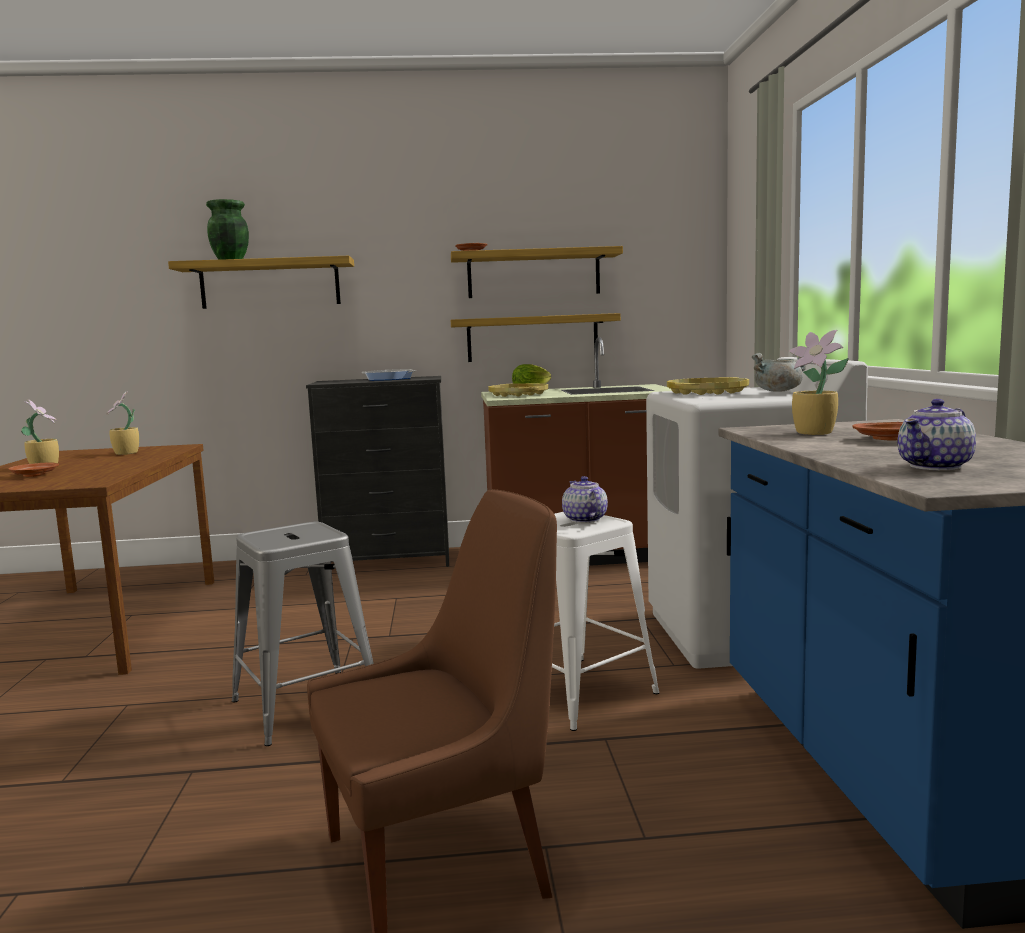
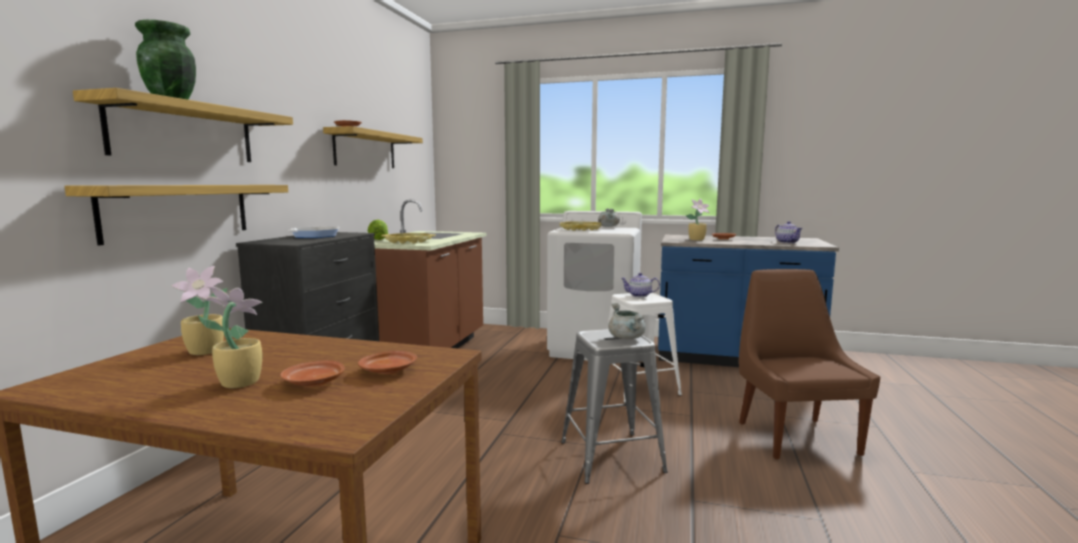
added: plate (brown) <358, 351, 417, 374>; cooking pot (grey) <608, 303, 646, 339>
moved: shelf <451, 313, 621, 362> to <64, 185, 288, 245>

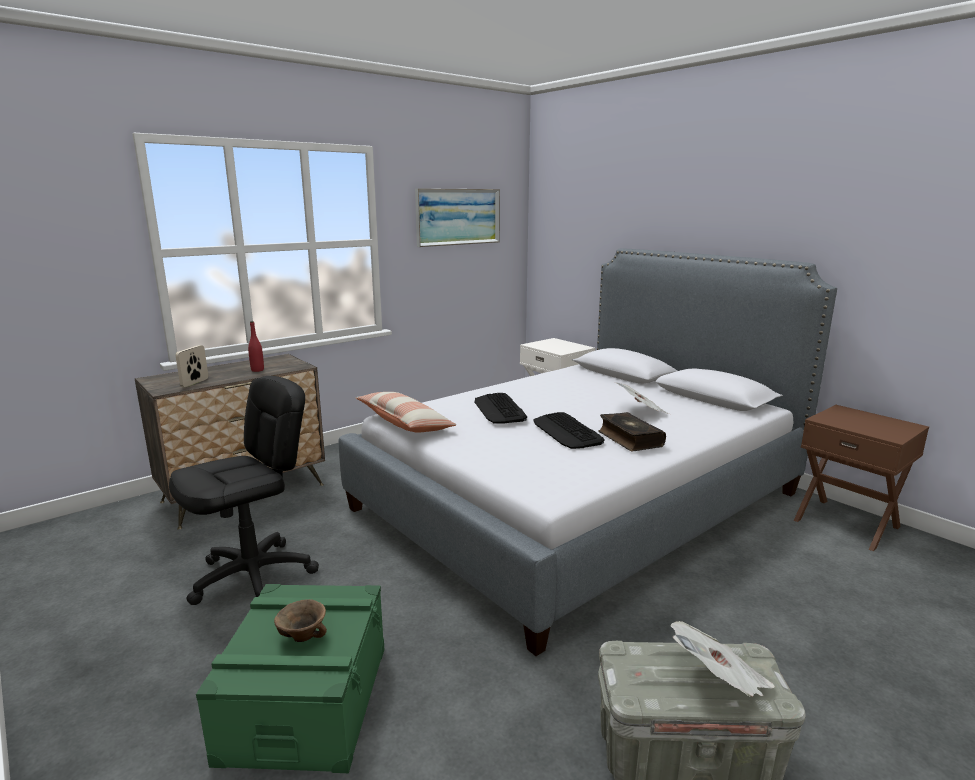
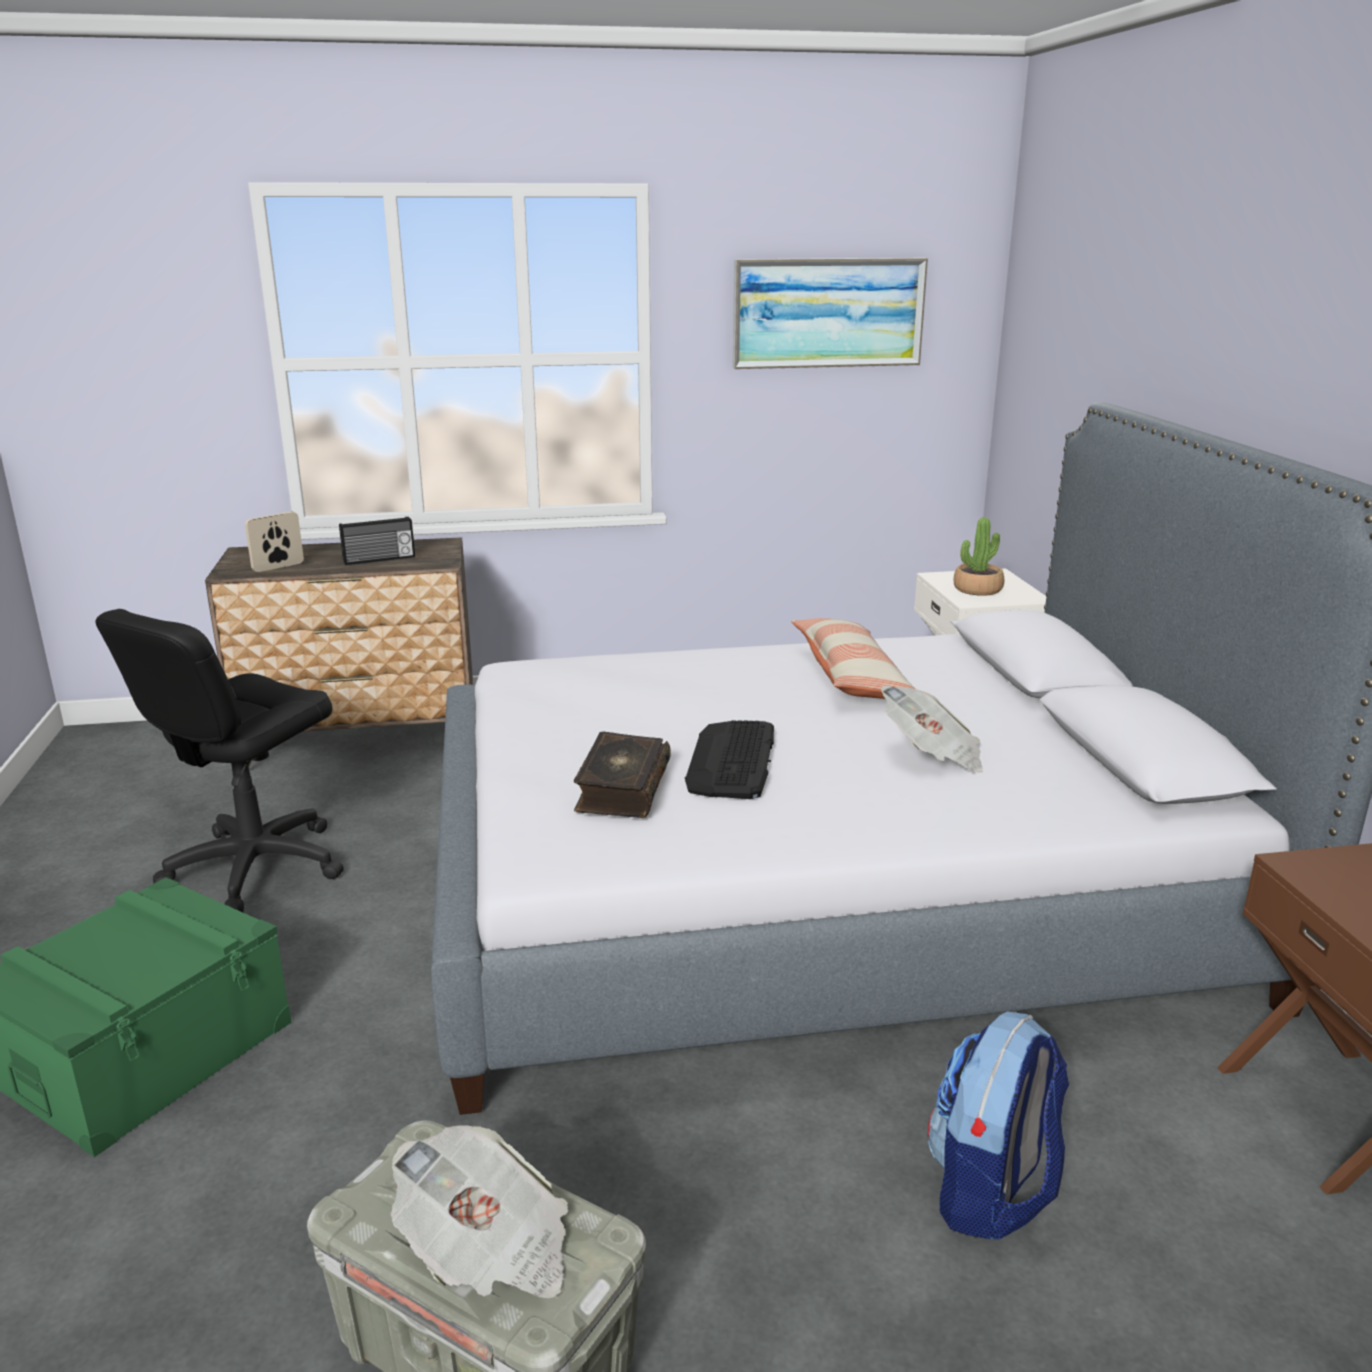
removed: bowl (brown) <274, 599, 327, 642>; keyboard <475, 393, 527, 423>
added: backpack <928, 1012, 1069, 1240>; potted plant <954, 517, 1004, 596>
moved: book <598, 412, 666, 451> to <574, 731, 671, 818>; pillow <356, 392, 456, 433> to <791, 618, 915, 699>
replaced: bottle (red) <248, 321, 264, 372> to radio <339, 517, 415, 565>
turned: office chair (black) <169, 376, 319, 605> = <95, 609, 344, 912> 135 degrees clockwise

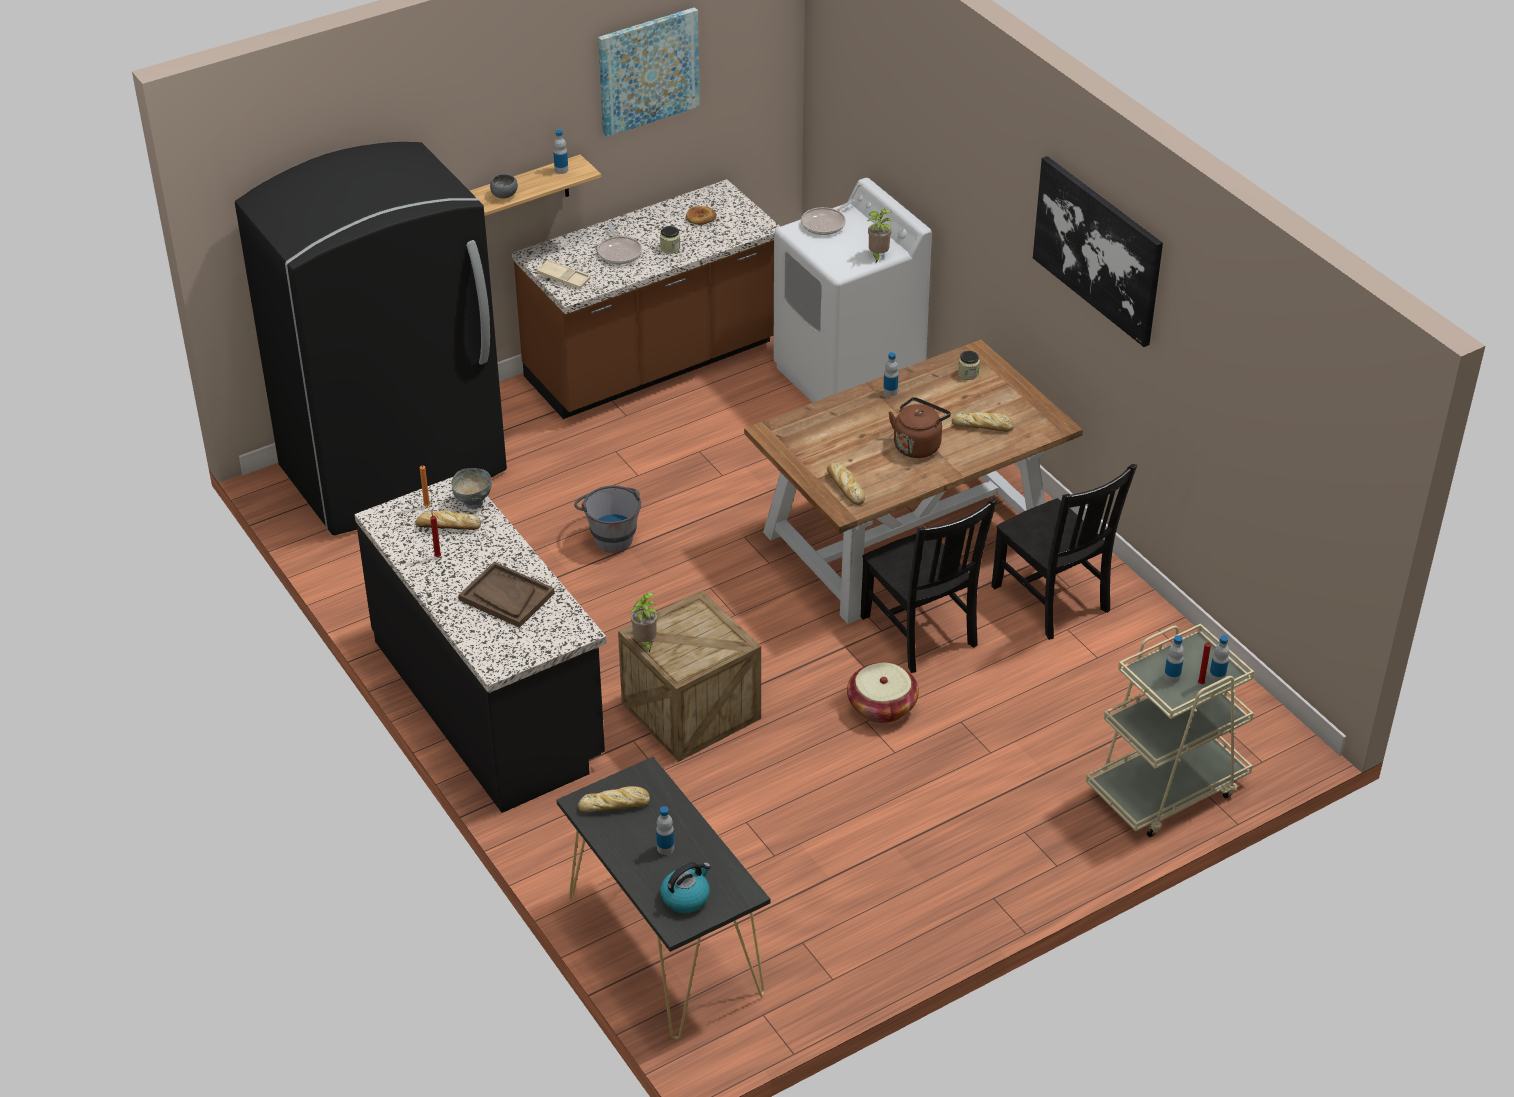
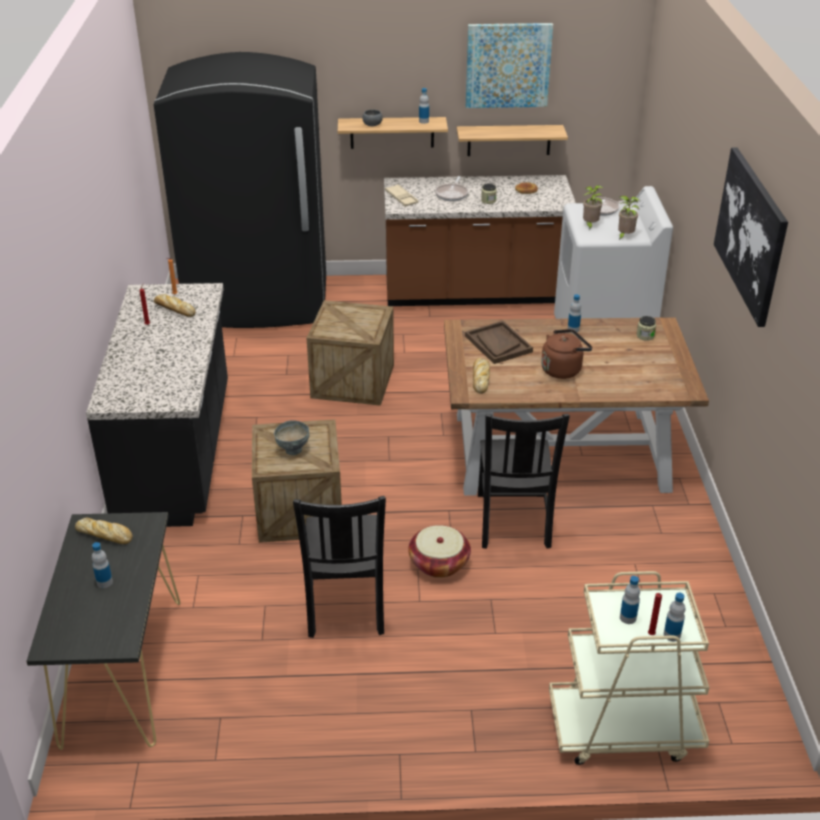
removed: kettle <661, 862, 711, 913>; bread <952, 411, 1013, 431>
added: shelf <457, 125, 568, 156>
moved: bowl (grey) <451, 468, 492, 509> to <274, 420, 310, 455>; chair (black) <991, 464, 1137, 640> to <293, 496, 386, 638>; tray (brown) <458, 562, 555, 628> to <465, 321, 533, 364>; potted plant <631, 593, 658, 653> to <583, 185, 603, 230>
replaced: bucket (grey) <574, 486, 641, 553> to crate <307, 300, 394, 406>

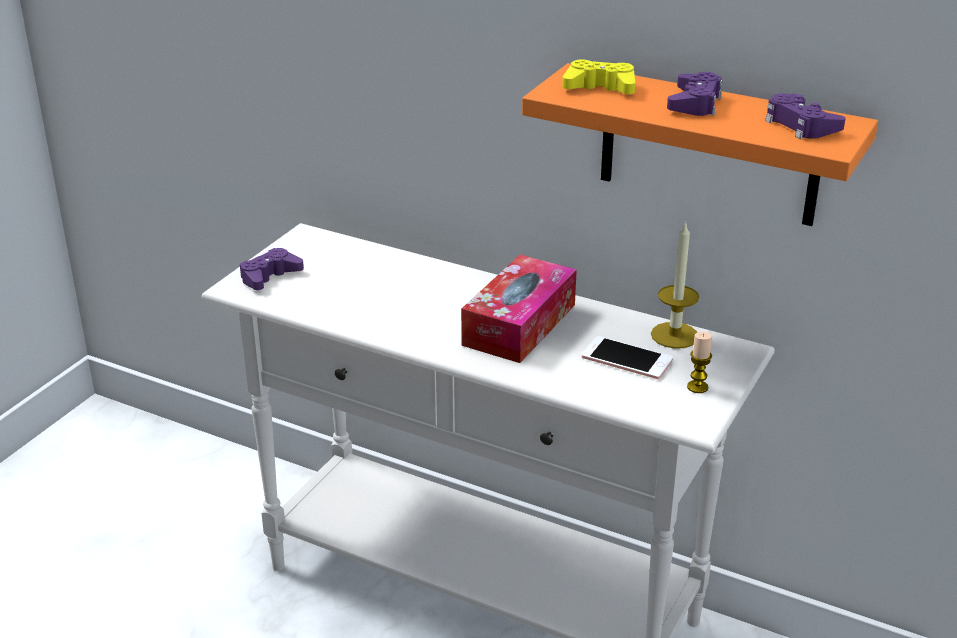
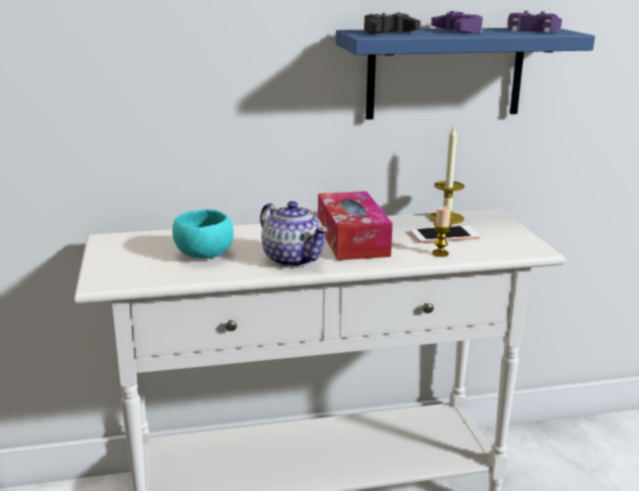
removed: game controller (purple) <240, 248, 304, 290>
added: bowl (turquoise) <172, 209, 233, 259>; teapot <260, 201, 328, 268>
moved: candle <687, 332, 712, 393> to <432, 206, 451, 257>
recoloured: shelf (orange) <522, 63, 878, 226> to shelf (blue) <336, 28, 595, 120>; game controller (yellow) <562, 59, 635, 94> to game controller (black) <364, 12, 421, 33>

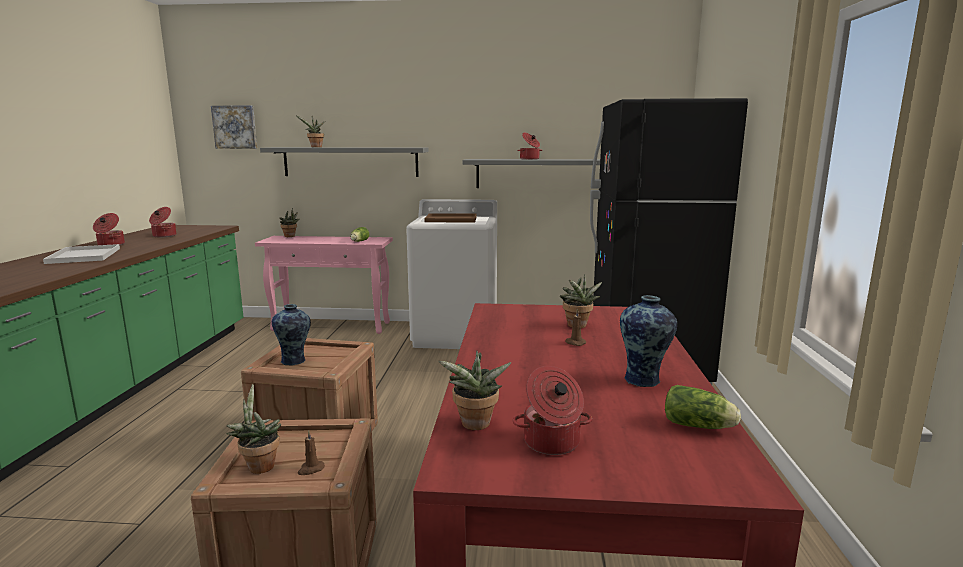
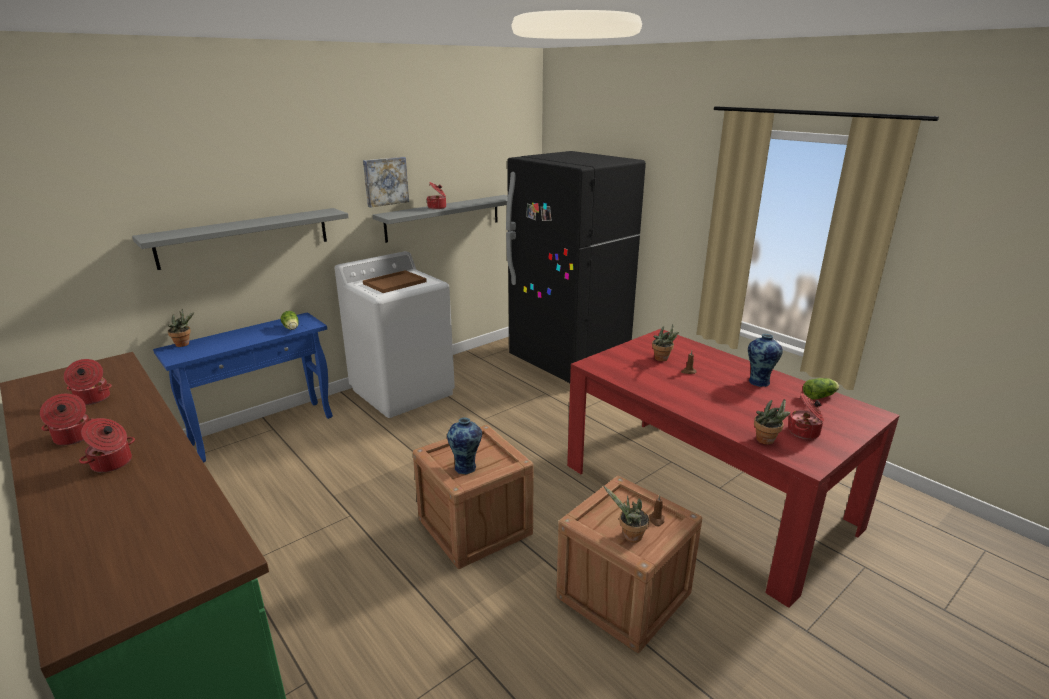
removed: potted plant <296, 115, 325, 147>
moved: picture <211, 105, 257, 149> to <363, 157, 409, 208>
replaced: tray (white) <43, 244, 120, 264> to cooking pot <79, 418, 135, 472>
recoloured: console table (pink) <255, 236, 393, 334> to console table (blue) <153, 312, 333, 463>

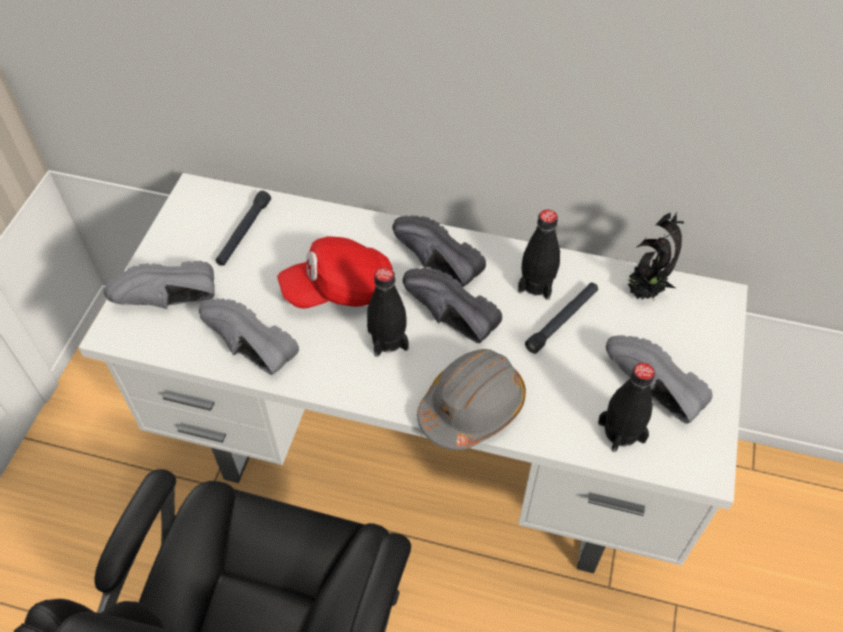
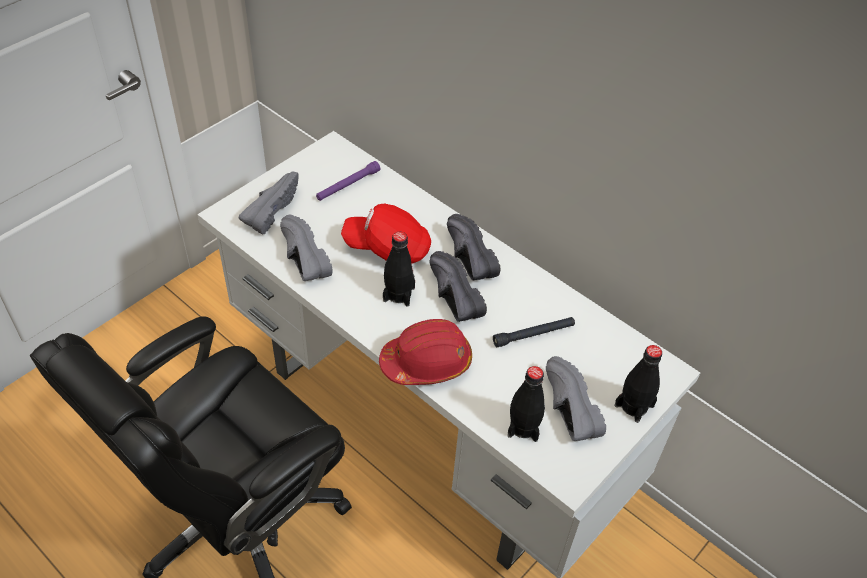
removed: potted plant <628, 212, 684, 300>
moved: bottle (black) <518, 210, 560, 300> to <614, 345, 662, 423>
recoloured: flashlight (black) <216, 190, 271, 266> to flashlight (purple) <316, 161, 380, 201>; hard hat (grey) <417, 349, 526, 450> to hard hat (red) <379, 319, 472, 385>
turned: shoe (grey) <104, 261, 215, 309> = <239, 172, 298, 234> 105 degrees clockwise

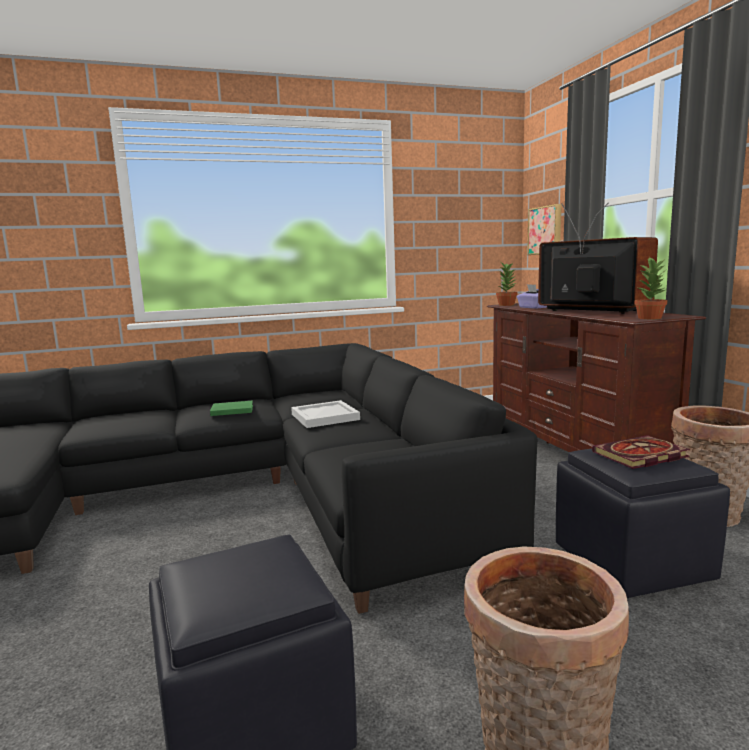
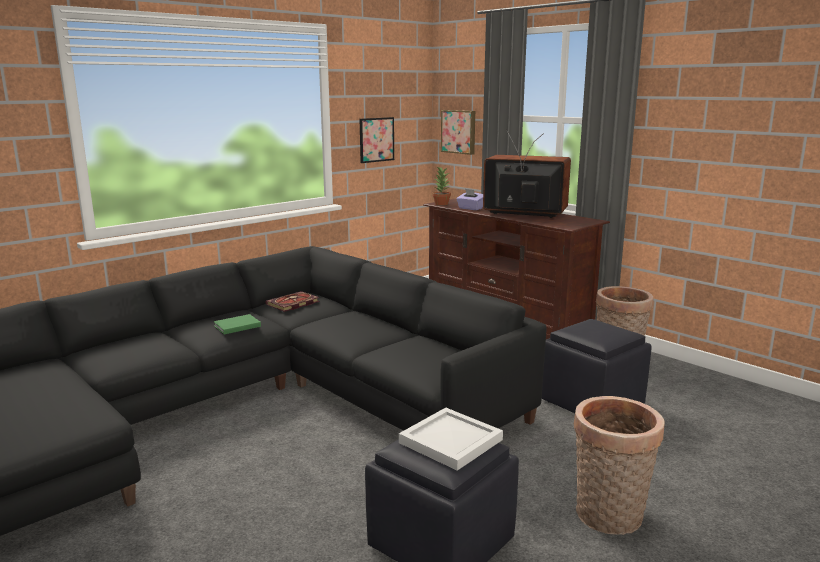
removed: potted plant <635, 257, 668, 319>
added: picture <360, 117, 394, 163>
moved: book <592, 435, 690, 469> to <265, 291, 320, 312>; tray (white) <291, 400, 360, 428> to <399, 408, 503, 471>

